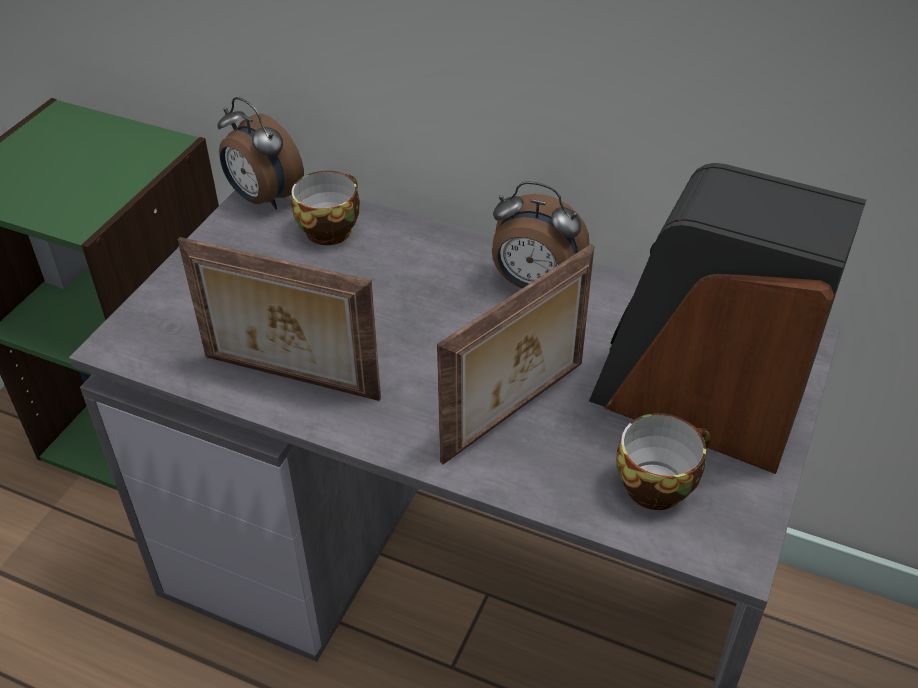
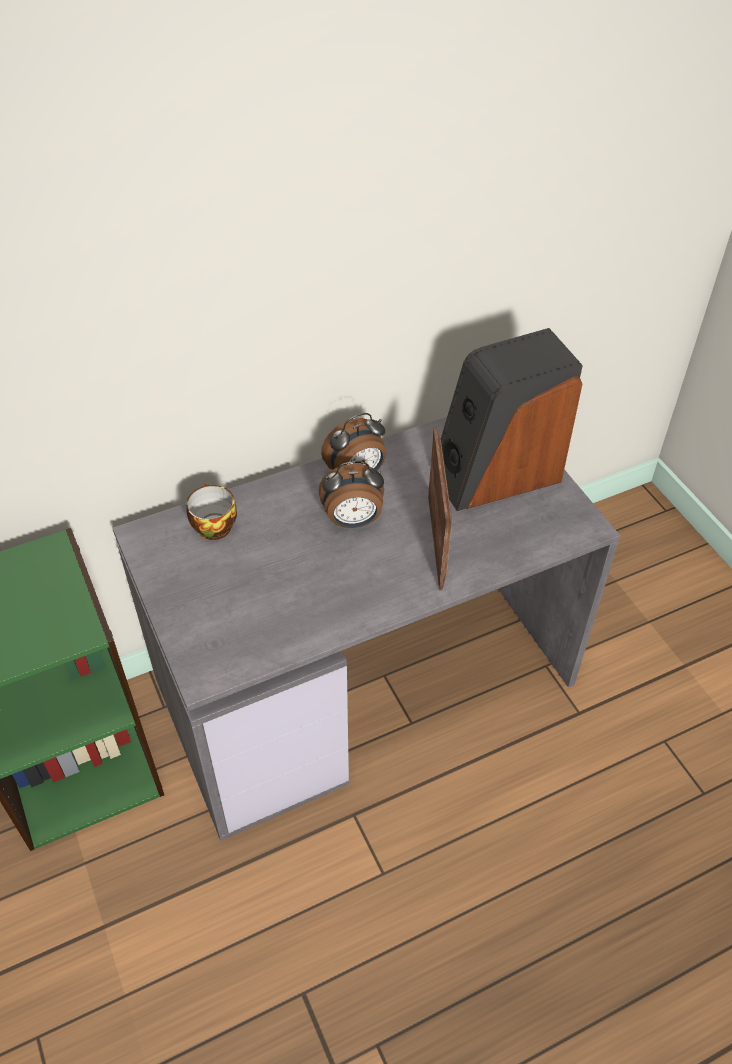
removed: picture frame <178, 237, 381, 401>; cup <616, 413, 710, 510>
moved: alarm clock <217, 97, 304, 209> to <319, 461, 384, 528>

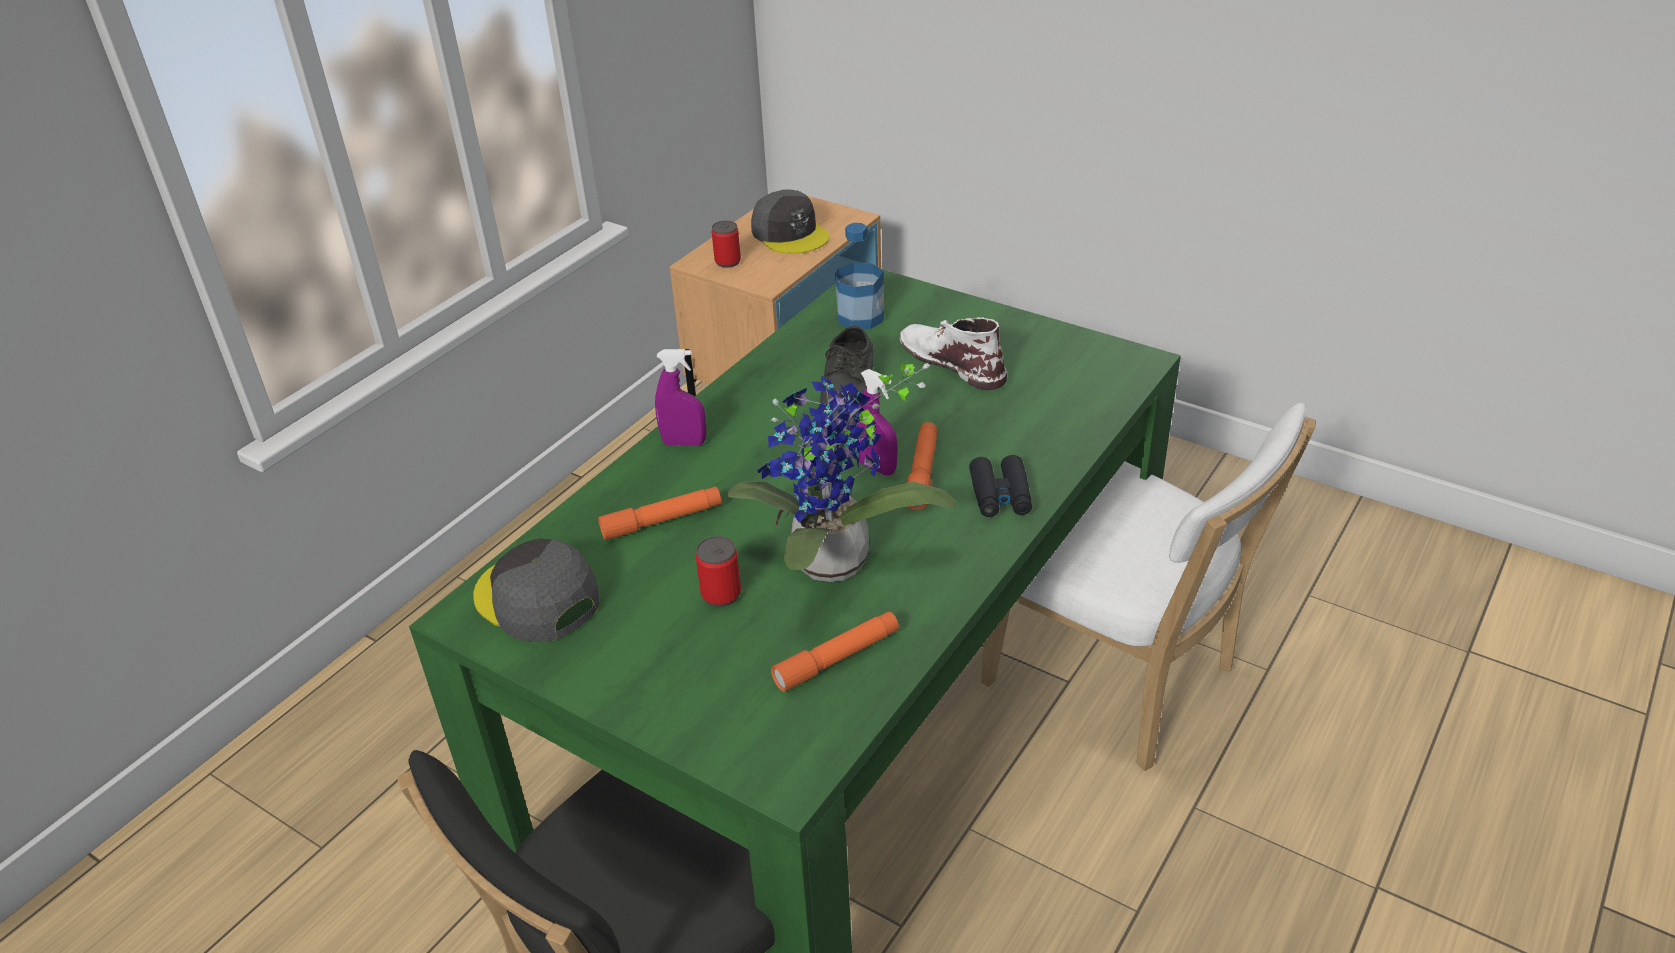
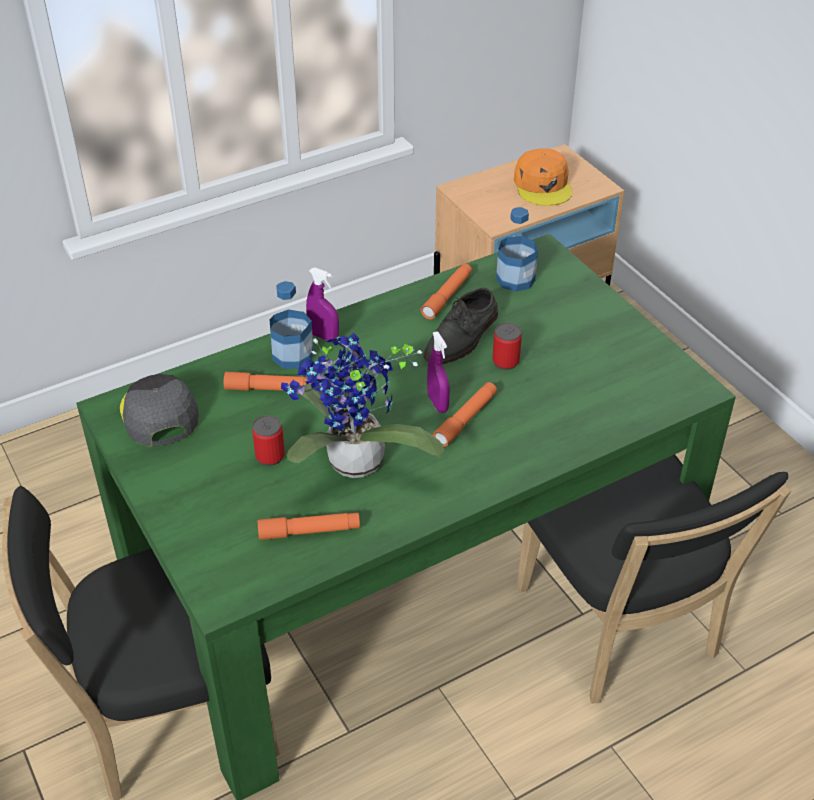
removed: boot (white) <900, 317, 1007, 390>; binoculars (black) <969, 455, 1032, 517>
added: bottle <270, 281, 313, 369>; flashlight (orange) <421, 264, 472, 320>
moved: can <712, 221, 741, 268> to <492, 323, 522, 370>
recoloured: cap (grey) <751, 189, 829, 254> to cap (orange) <514, 149, 572, 206>; chair (white) <981, 403, 1316, 771> to chair (black) <517, 454, 791, 703>

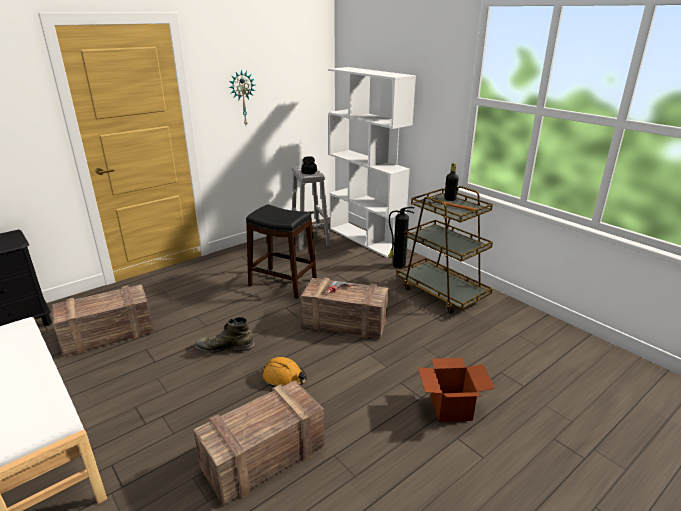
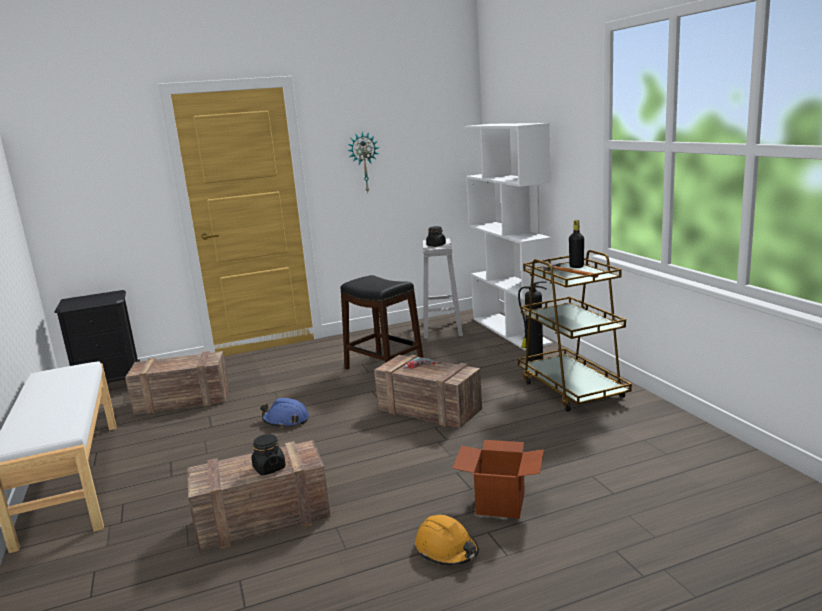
added: jar (black) <251, 434, 286, 475>
moved: hard hat (orange) <263, 357, 307, 388> to <415, 515, 479, 566>
replaced: boot (green) <195, 317, 255, 353> to hard hat (blue) <260, 398, 309, 428>

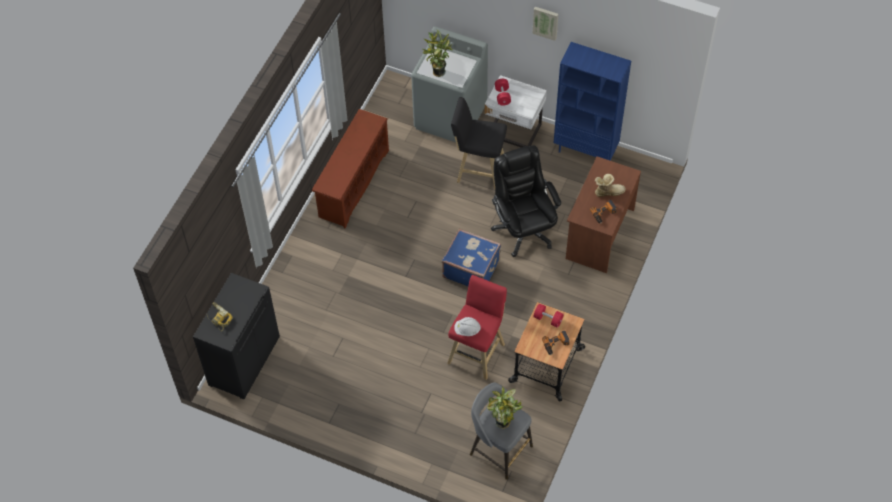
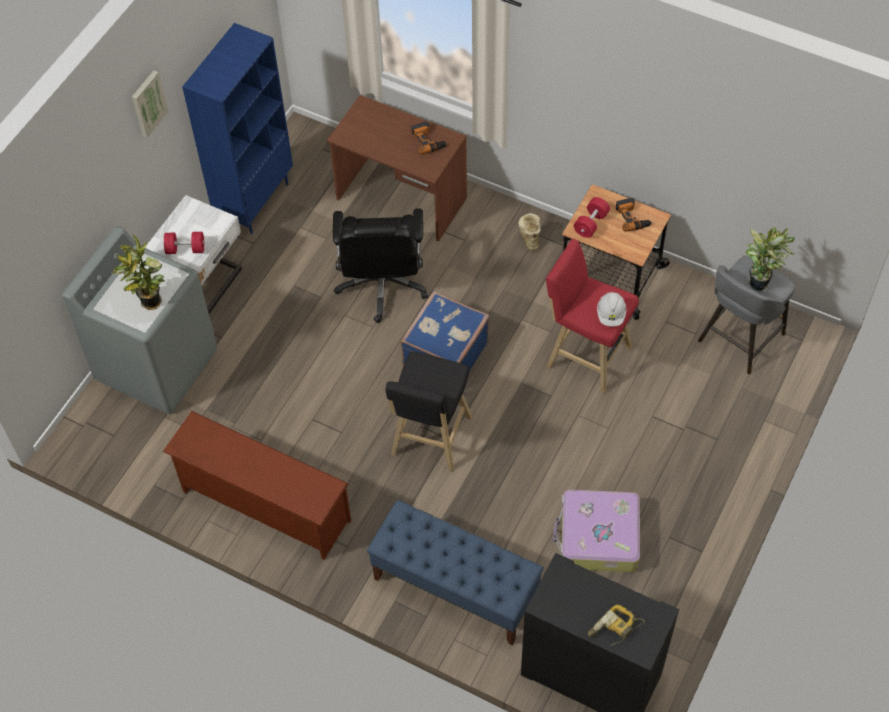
added: bench (blue) <367, 500, 543, 645>; suitcase <553, 490, 640, 573>
moved: stool (black) <451, 97, 507, 190> to <386, 352, 472, 471>; boot <595, 174, 626, 197> to <518, 213, 541, 250>
turned: office chair (black) <491, 145, 561, 257> = <333, 208, 428, 323> 75 degrees counterclockwise

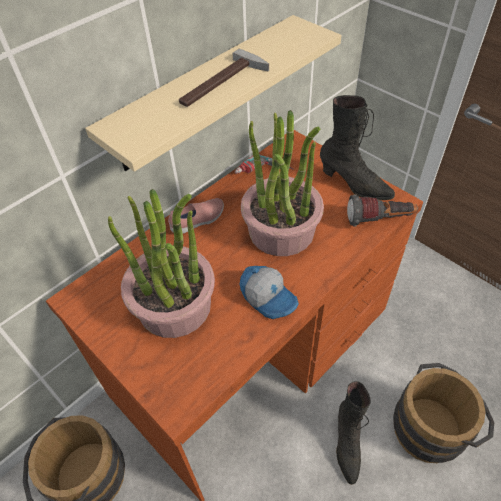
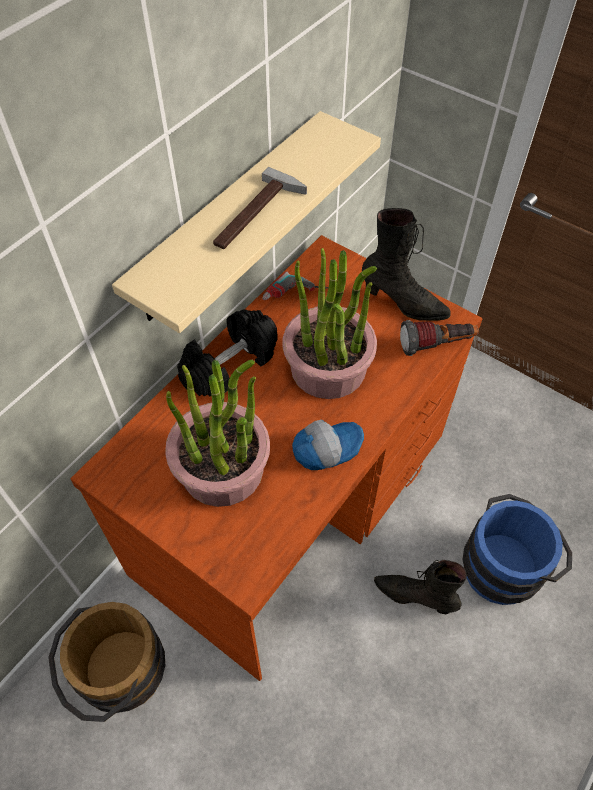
replaced: shoe (pink) <168, 198, 224, 233> to dumbbell (black) <177, 309, 278, 397>
recoloured: bucket (brown) <393, 363, 494, 463> to bucket (blue) <462, 494, 572, 605>
turned: cap <240, 266, 299, 319> = <292, 419, 364, 470> 60 degrees counterclockwise; boot (black) <336, 381, 371, 485> = <374, 560, 467, 614> 120 degrees clockwise

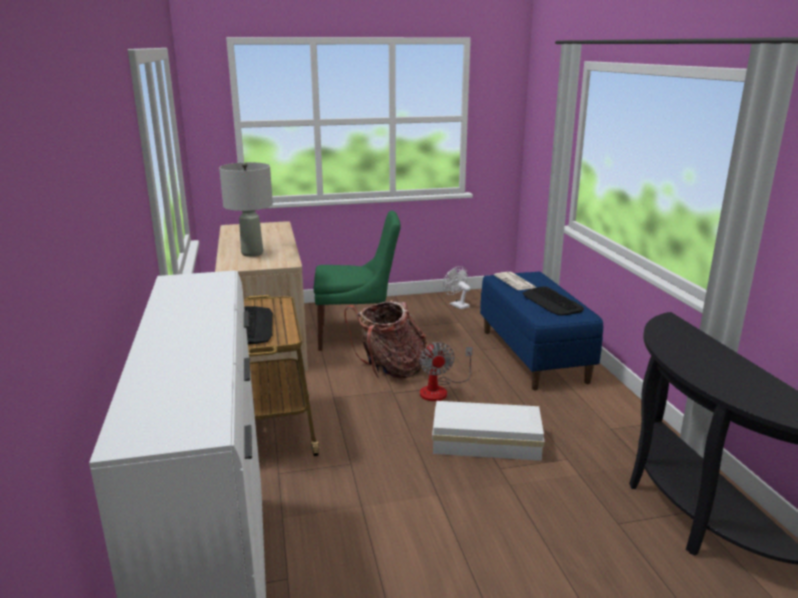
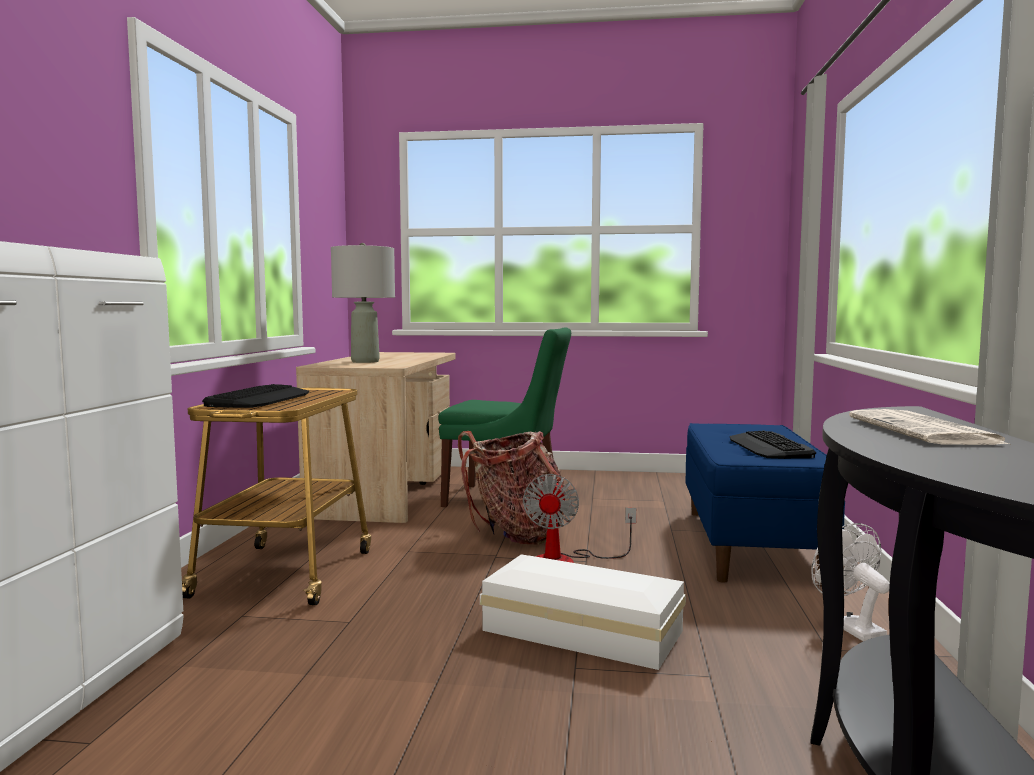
moved: fan (white) <443, 266, 470, 310> to <811, 523, 890, 641>; newspaper <494, 272, 537, 290> to <849, 409, 1012, 445>

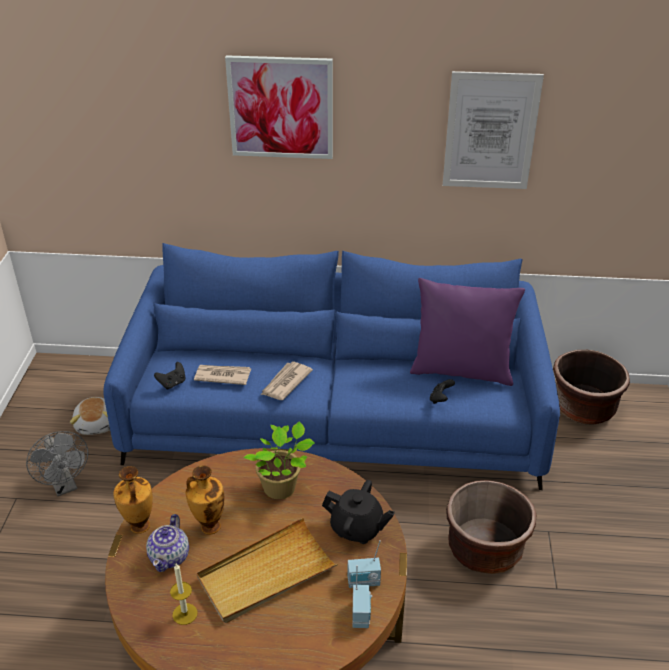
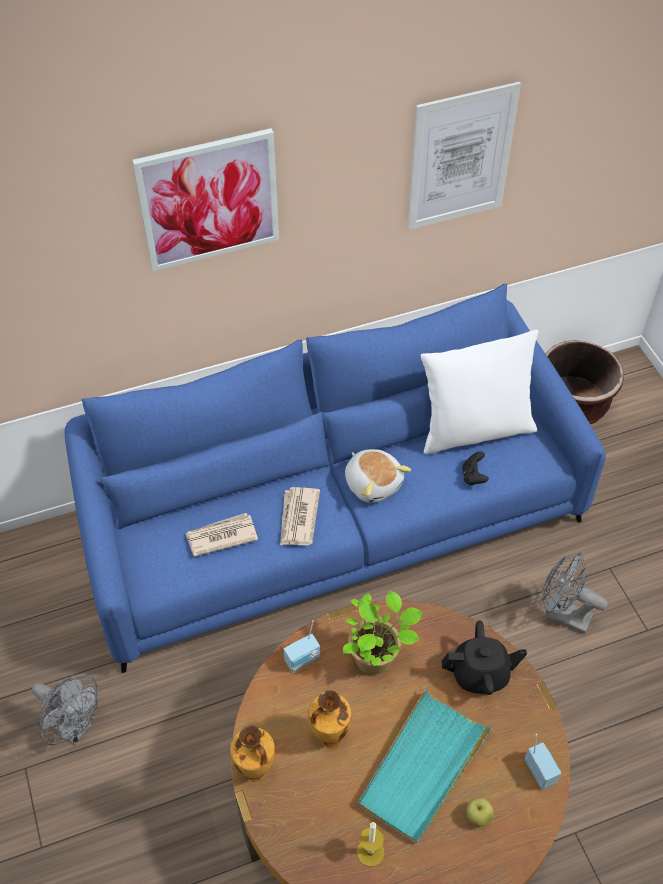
removed: teapot <146, 514, 189, 572>; game controller (black) <154, 362, 185, 390>
added: apple <466, 798, 493, 827>
moved: radio <347, 540, 381, 588> to <284, 621, 320, 672>; plush toy <70, 397, 110, 435> to <345, 449, 411, 503>
replaced: planter (brown) <446, 480, 536, 574> to fan (grey) <542, 552, 608, 634>
recoloured: tray (beige) <197, 518, 338, 623> to tray (turquoise) <358, 688, 493, 844>; pillow (purple) <410, 278, 525, 386> to pillow (white) <421, 329, 538, 454>

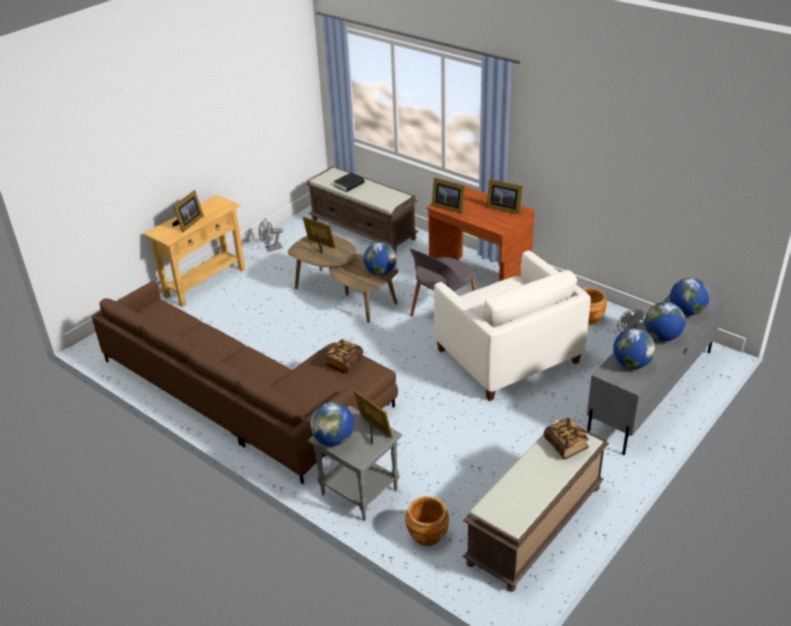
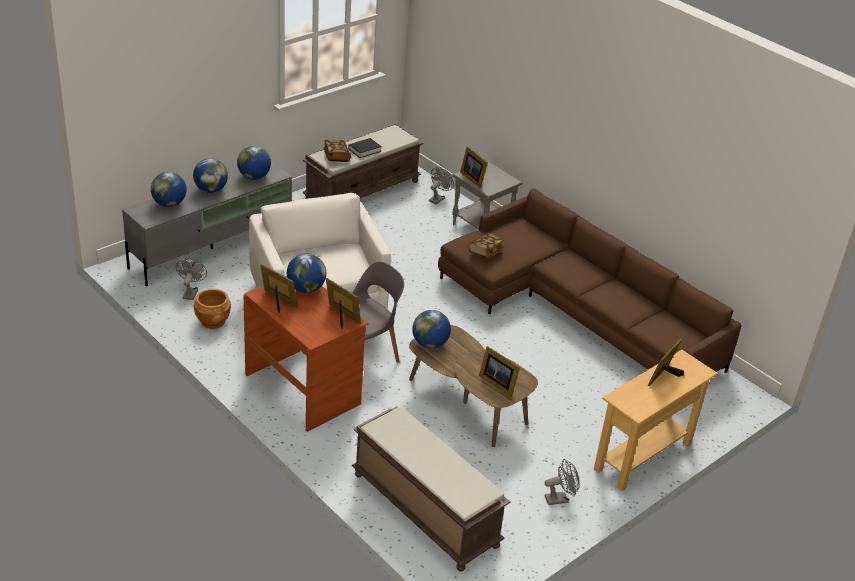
moved: globe <310, 402, 354, 446> to <287, 253, 326, 293>; book (black) <334, 173, 365, 192> to <348, 138, 381, 158>
replaced: planter (brown) <405, 496, 449, 546> to fan (grey) <429, 167, 454, 204>

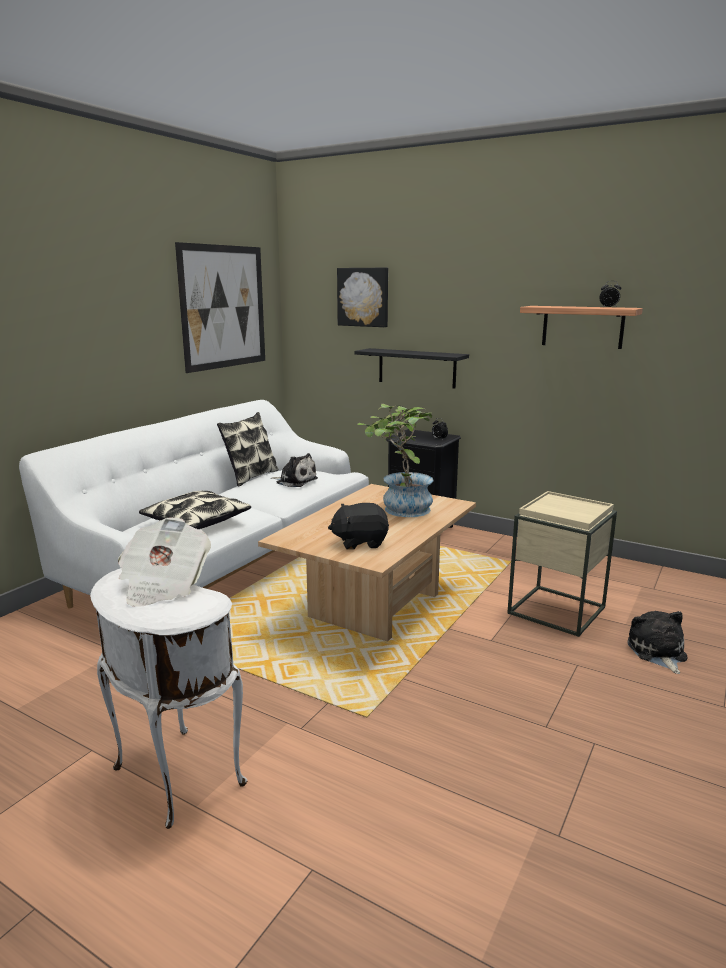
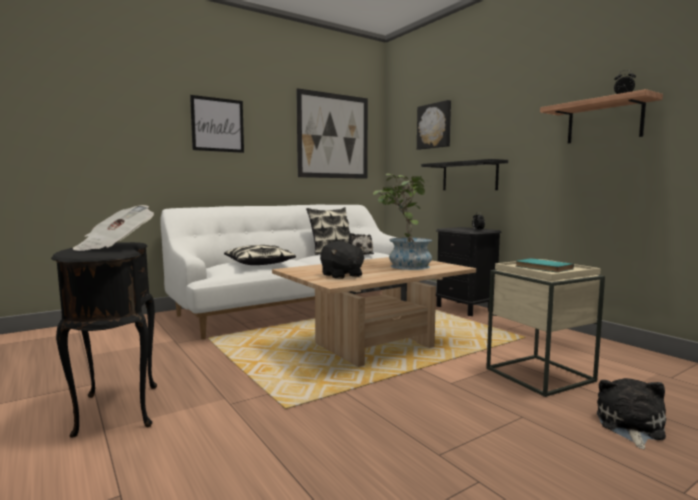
added: picture <190, 95, 244, 153>; book (turquoise) <516, 258, 574, 272>
recoloured: side table (white) <90, 568, 247, 829> to side table (black) <51, 242, 157, 438>
turned: plush toy (black) <328, 503, 389, 550> = <320, 241, 366, 279> 135 degrees counterclockwise

